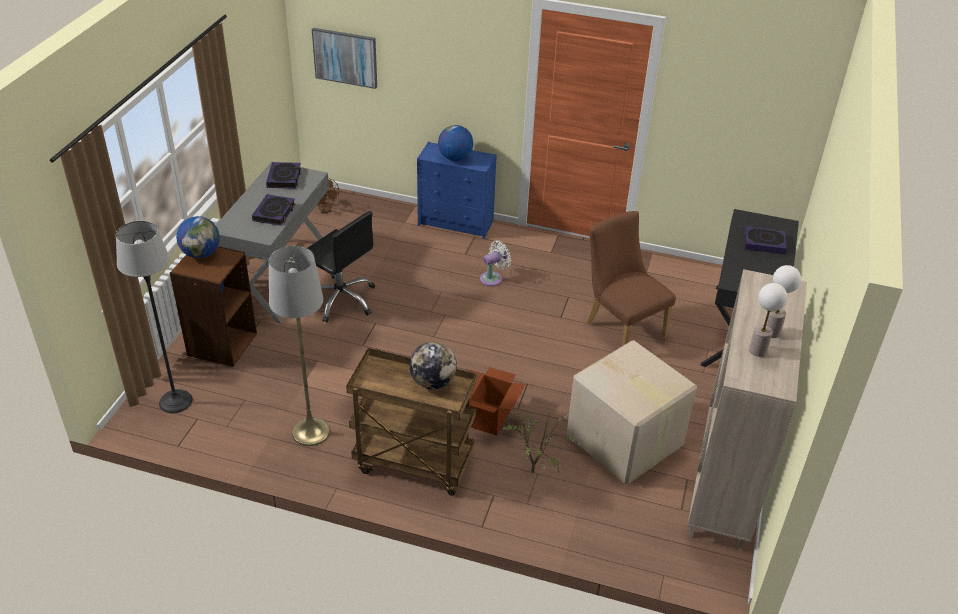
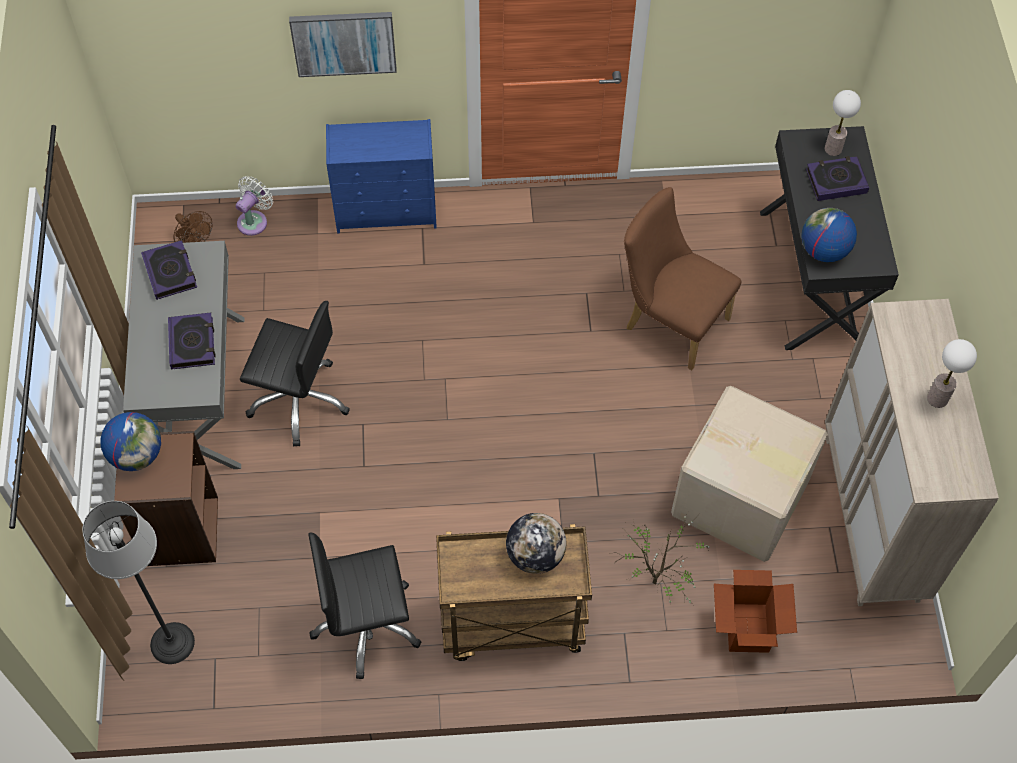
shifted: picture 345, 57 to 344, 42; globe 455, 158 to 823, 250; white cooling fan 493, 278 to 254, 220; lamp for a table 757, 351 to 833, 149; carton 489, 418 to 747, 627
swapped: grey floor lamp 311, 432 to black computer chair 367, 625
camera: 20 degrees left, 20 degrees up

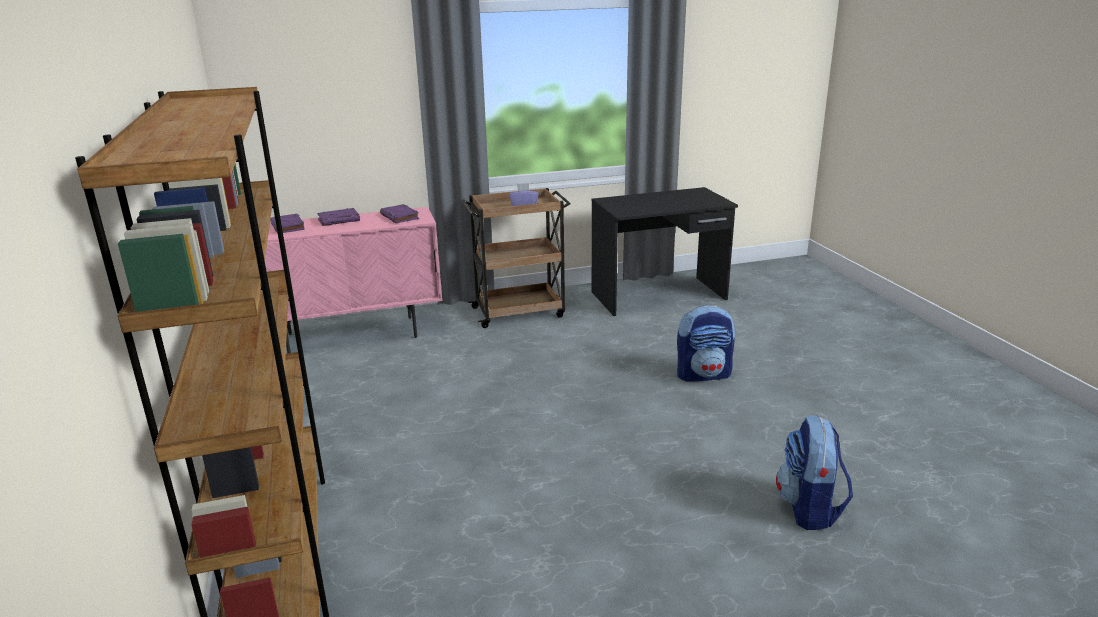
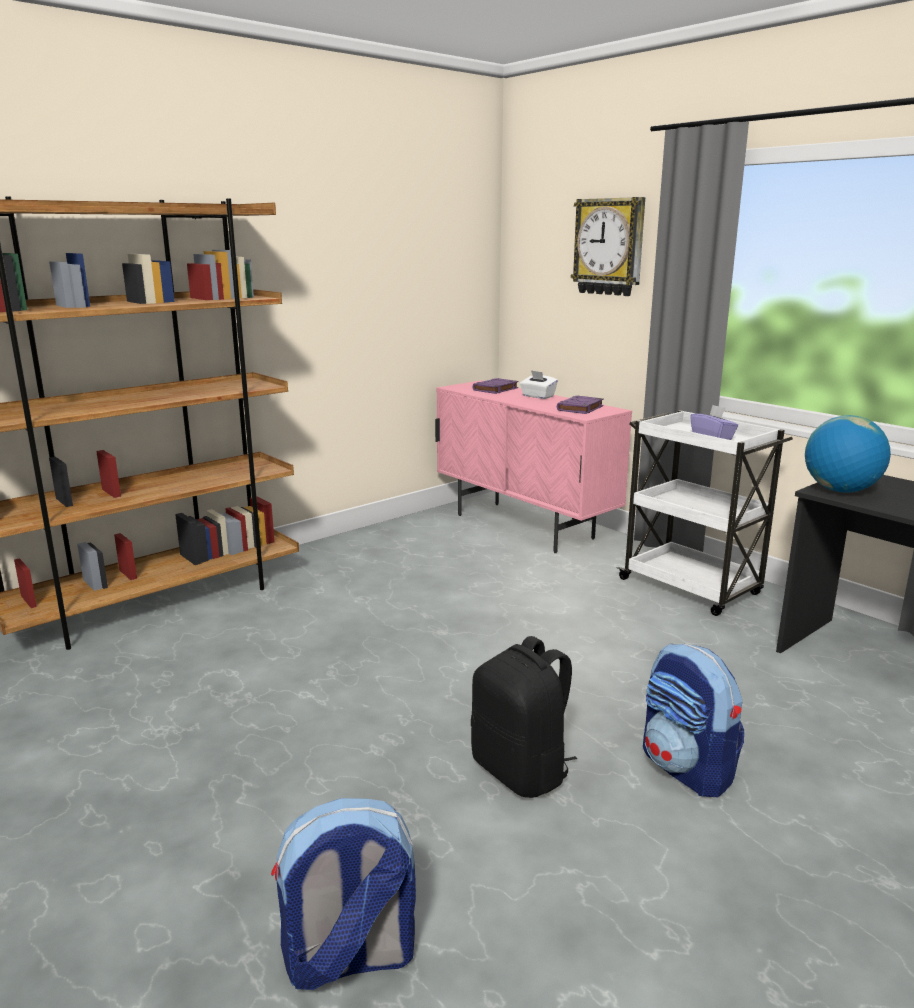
new: clock on the wall 609, 247; globe 840, 490; black rucksack 522, 771
swapped: purple-coloured bound book 339, 220 to white box of tissues 537, 396
repainted: brown trolley 520, 312 to white trolley 692, 588
camera: 65 degrees right, 5 degrees down

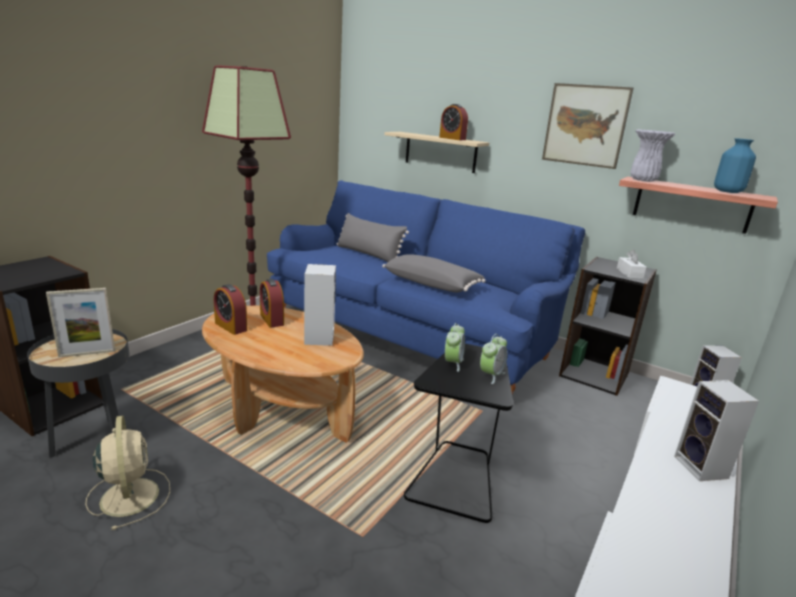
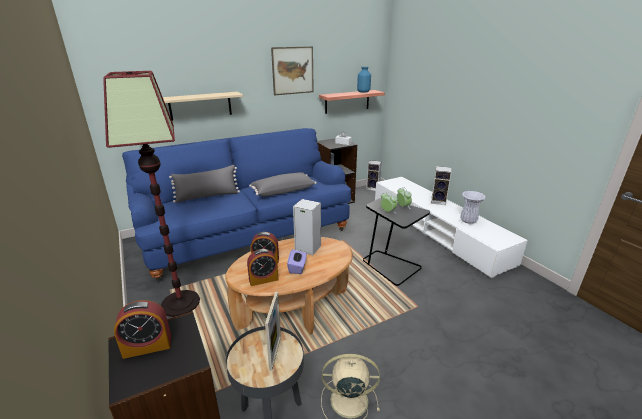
new: purple-coloured box of tissues 297, 268
shifted: bedside clock 452, 138 to 147, 346; white vase 643, 180 to 468, 221
camera: 60 degrees left, 5 degrees up

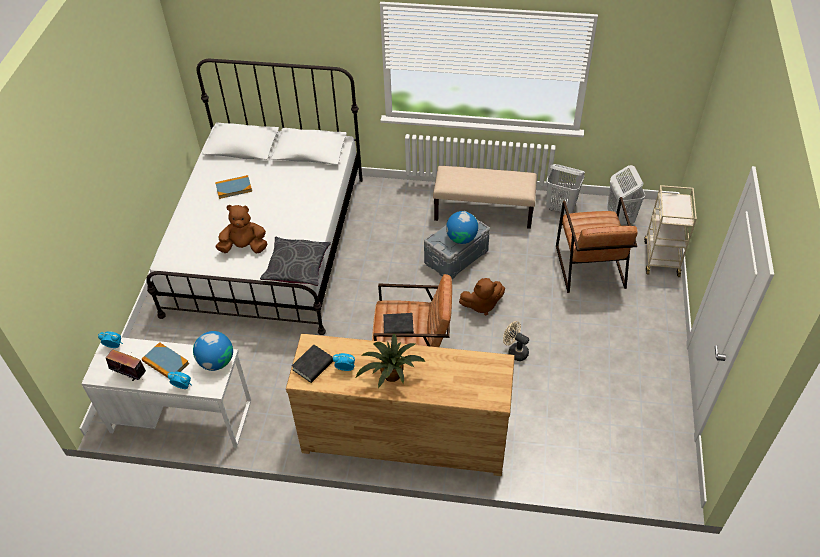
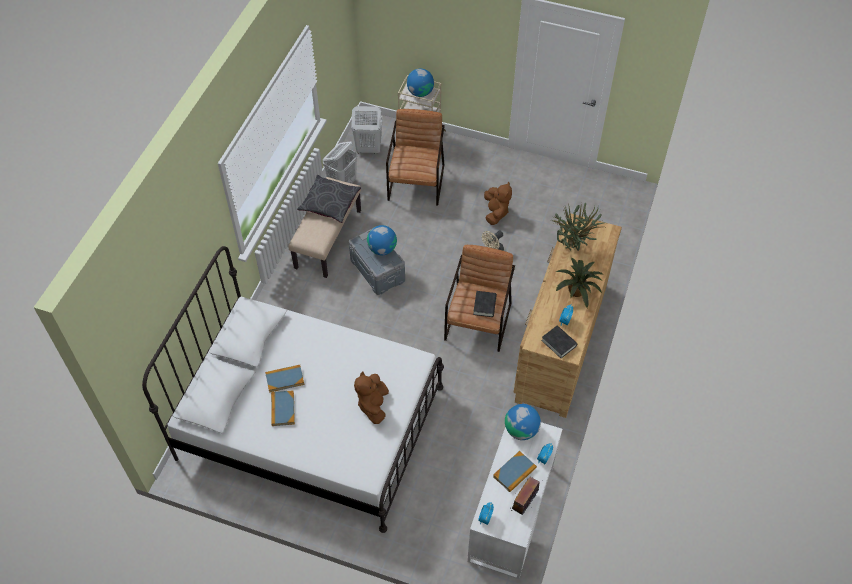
new: globe 420, 92; houseplant 574, 247; bound book 285, 379
shifted: grey cushion 297, 266 to 329, 203; brown soft toy 481, 305 to 496, 212
rotated: brown lounge chair 589, 266 = 416, 182 90 degrees counterclockwise
camera: 80 degrees left, 5 degrees up

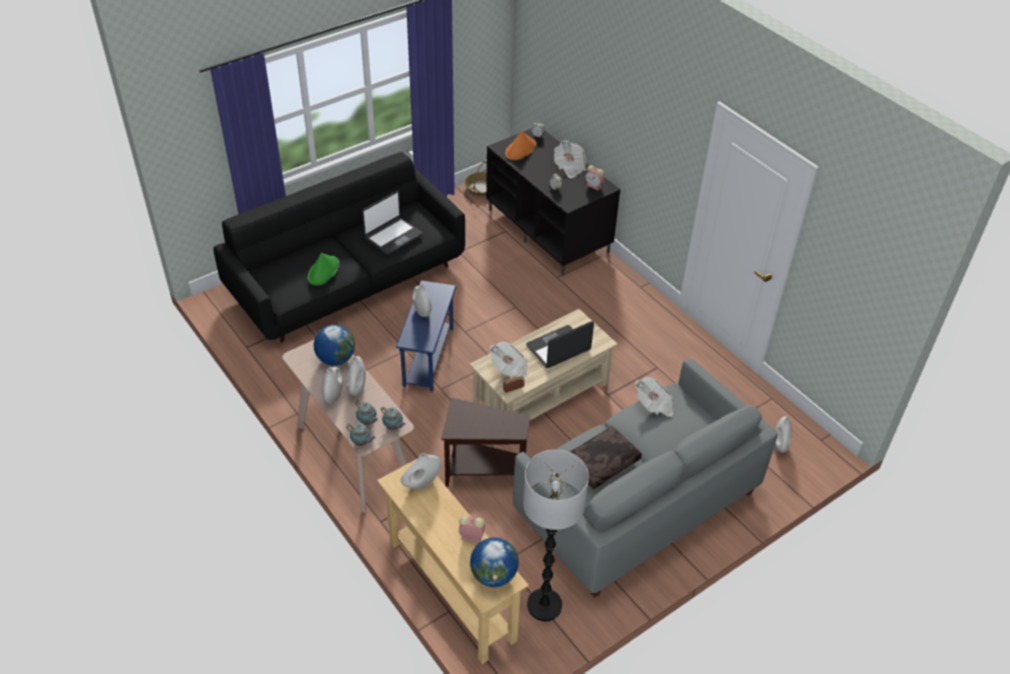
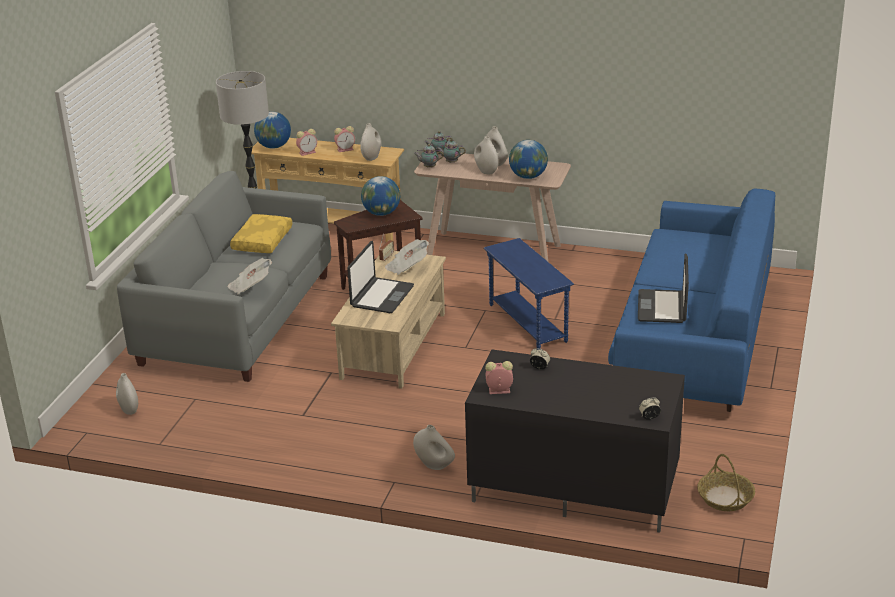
gone: orange hat 520, 150; newspaper 569, 167; green hat 323, 271
new: bedside clock 346, 149; globe 381, 213
shifted: white vase 422, 311 to 434, 465
repainted: black couch 348, 281 to blue couch 693, 339; brown cushion 602, 463 to yellow cushion 261, 240
camera: 145 degrees right, 15 degrees down

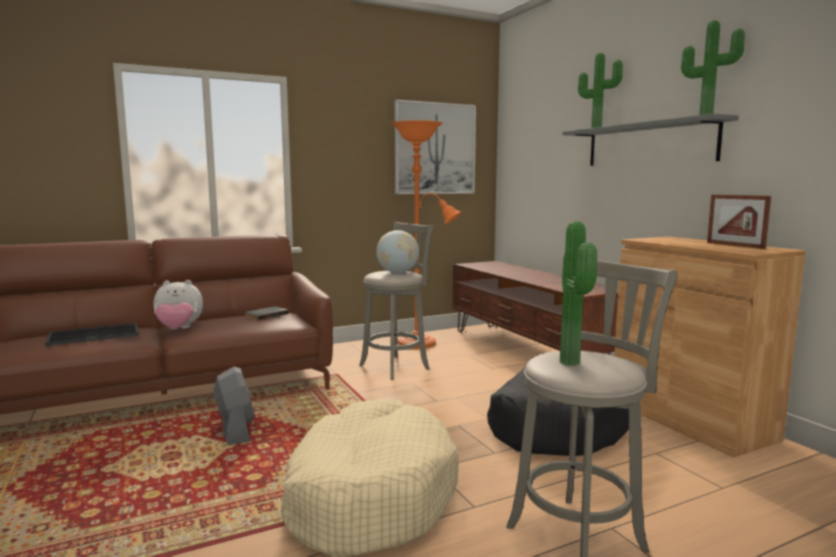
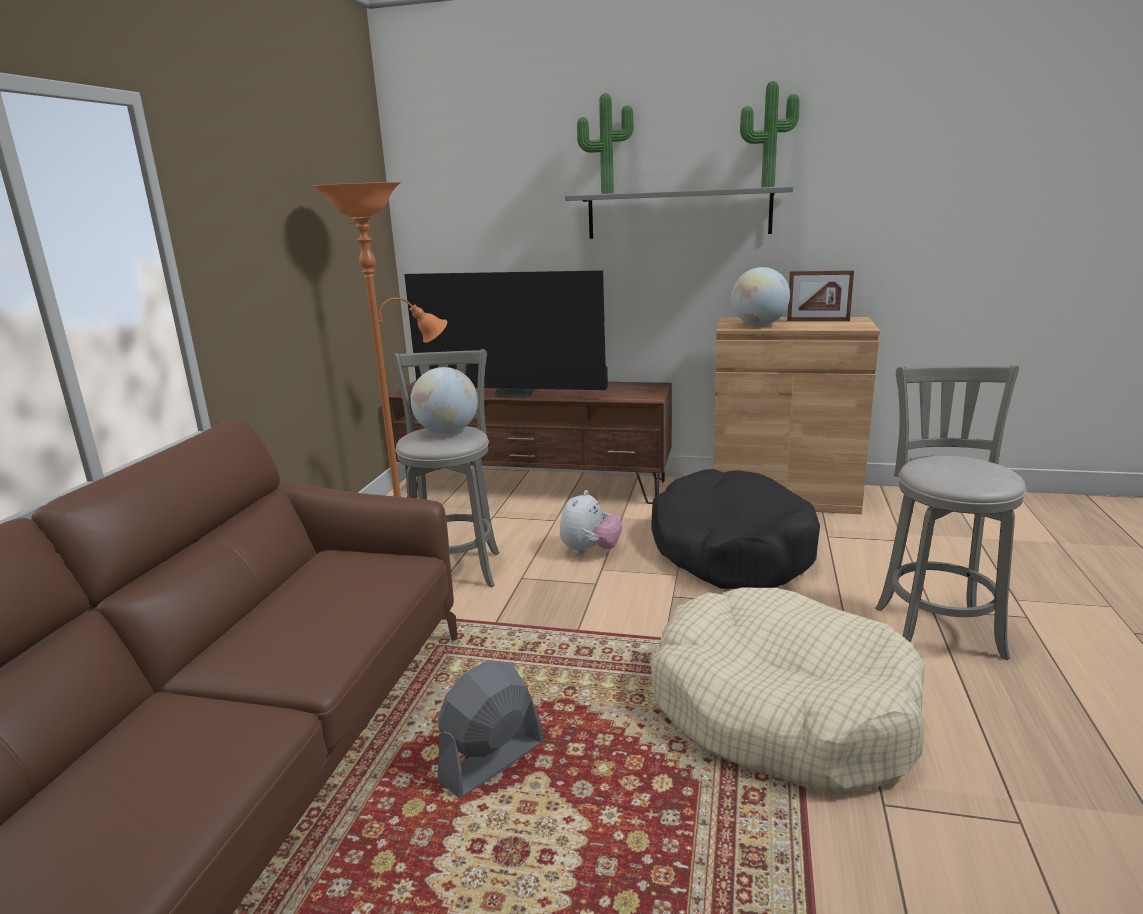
gone: picture 435, 148; houseplant 573, 362; grey bound book 266, 315; serving tray 93, 335
new: globe 759, 325; TV set 514, 394
shifted: soft toy 179, 329 to 590, 551
rotated: grey cooling fan 235, 431 = 492, 761 60 degrees counterclockwise
camera: 50 degrees left, 10 degrees up

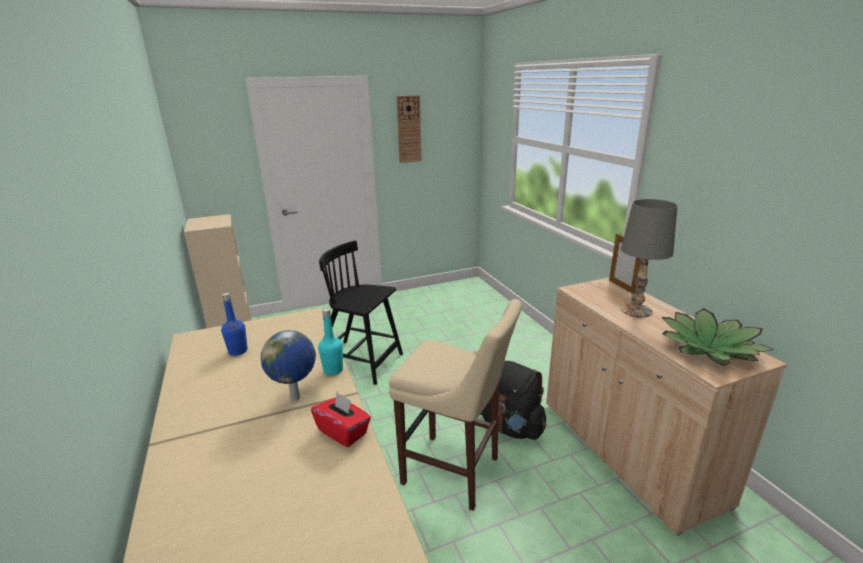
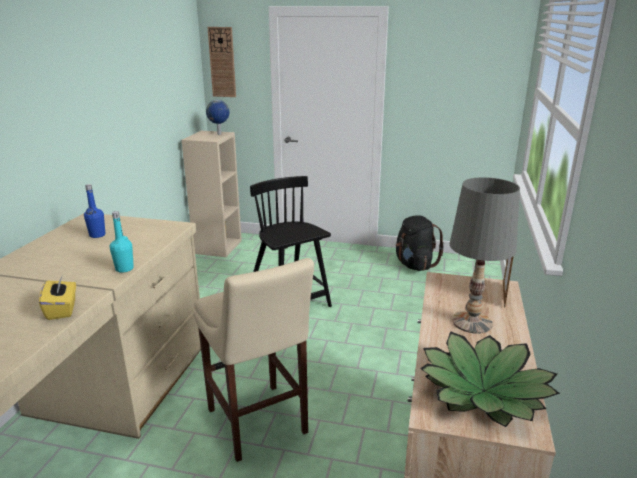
shifted: clock on the wall 409, 129 to 222, 62; globe 296, 398 to 219, 134; black rucksack 510, 427 to 414, 265
repainted: red-coloured box of tissues 343, 432 to yellow box of tissues 62, 309
camera: 35 degrees right, 0 degrees up

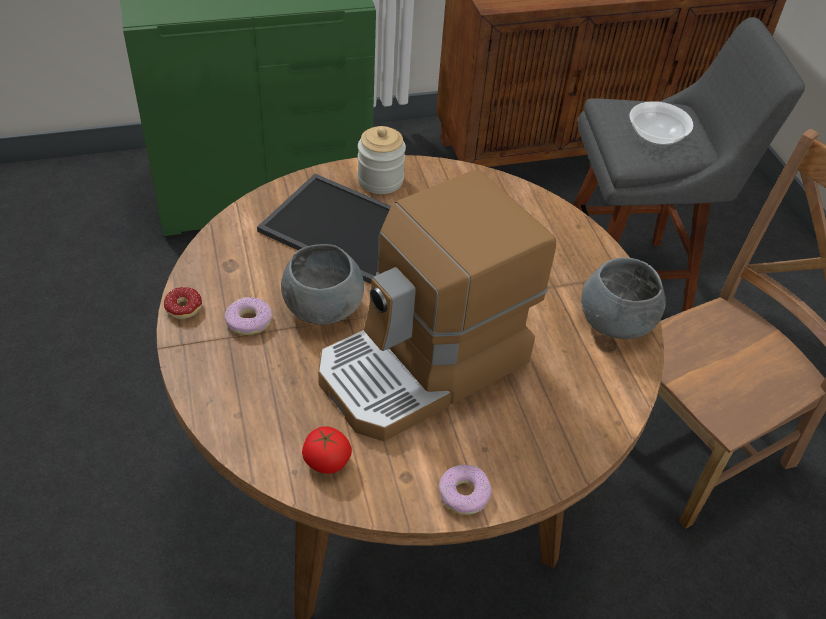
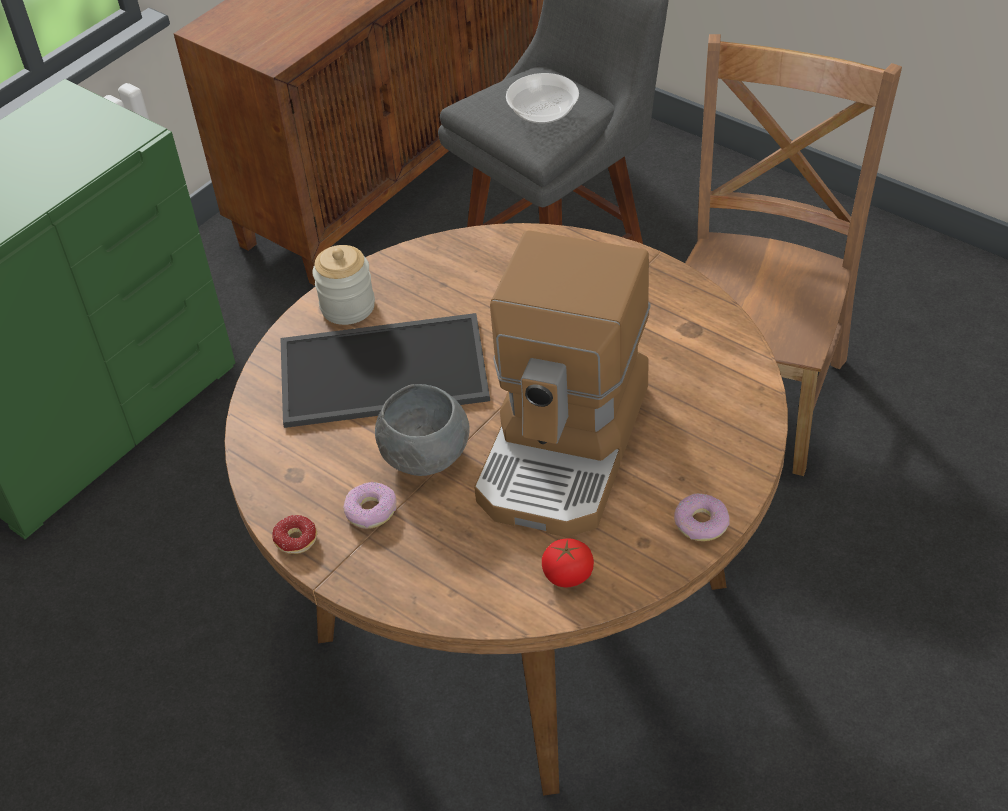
gone: grey serving bowl 616, 323
camera: 30 degrees left, 0 degrees up

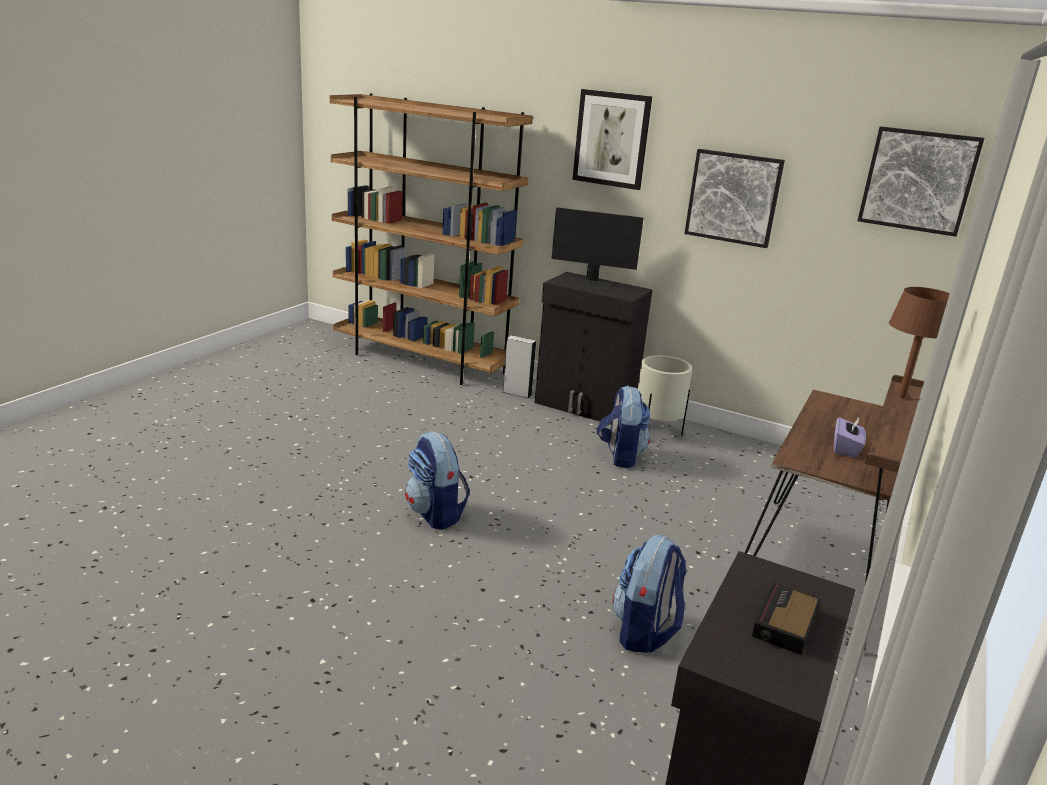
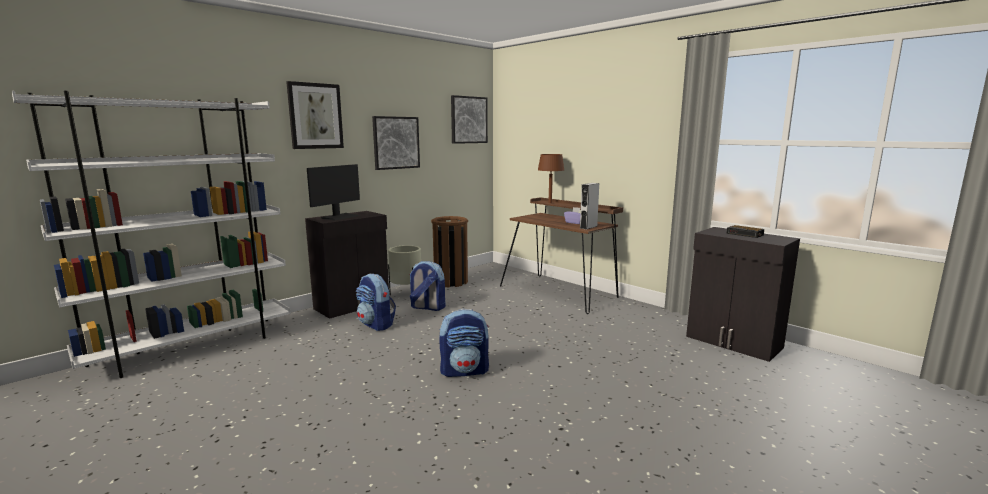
new: brown waste bin 451, 282
shifted: grey loudspeaker 517, 393 to 588, 227; rucksack 645, 632 to 376, 325
repainted: brown bookcase 422, 362 to white bookcase 193, 348
camera: 70 degrees left, 10 degrees down

